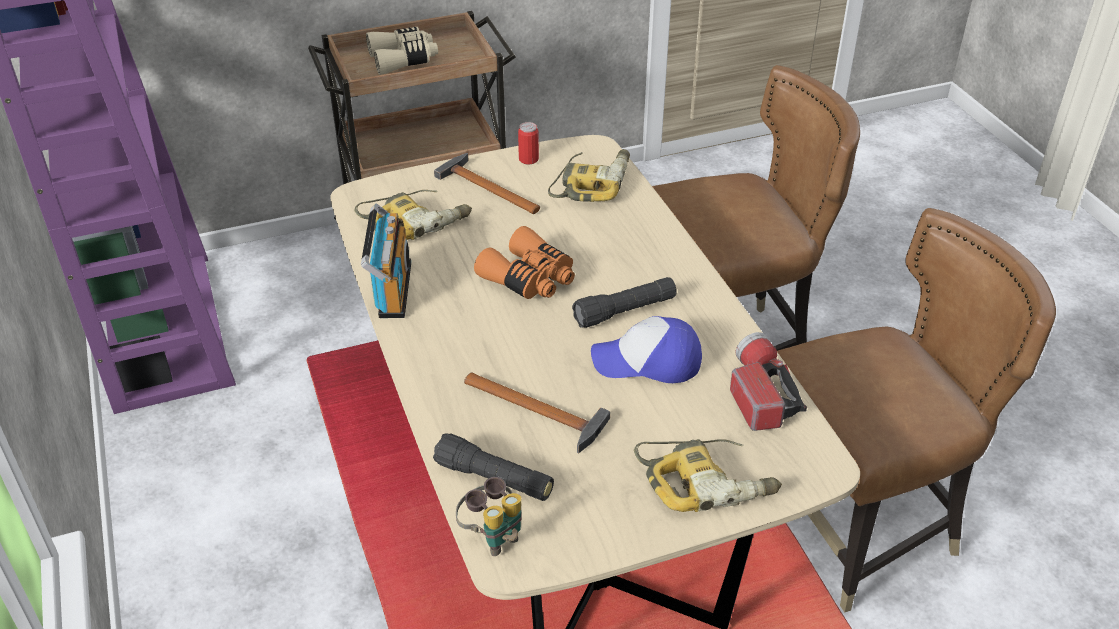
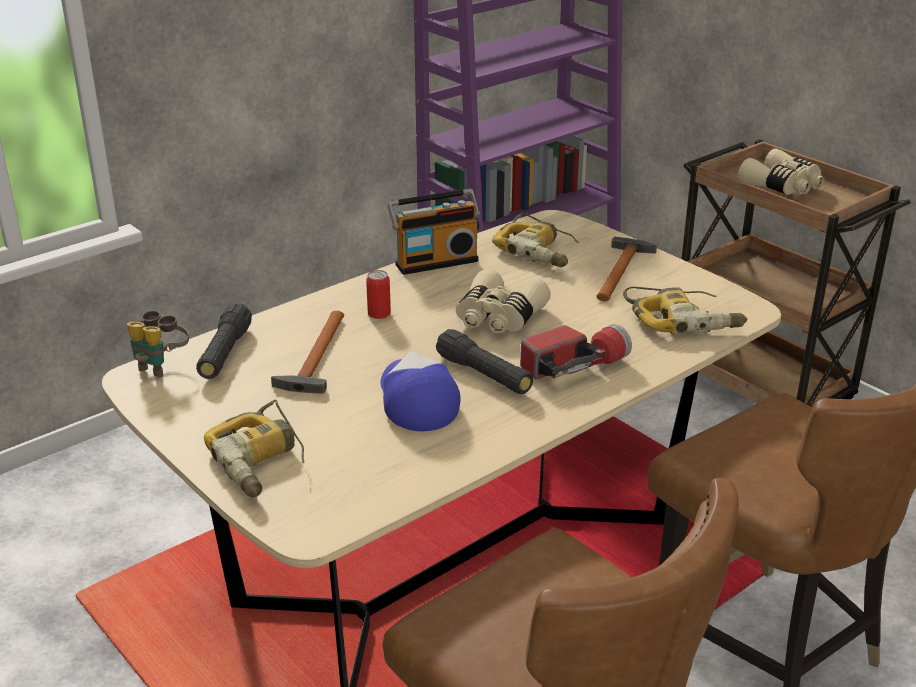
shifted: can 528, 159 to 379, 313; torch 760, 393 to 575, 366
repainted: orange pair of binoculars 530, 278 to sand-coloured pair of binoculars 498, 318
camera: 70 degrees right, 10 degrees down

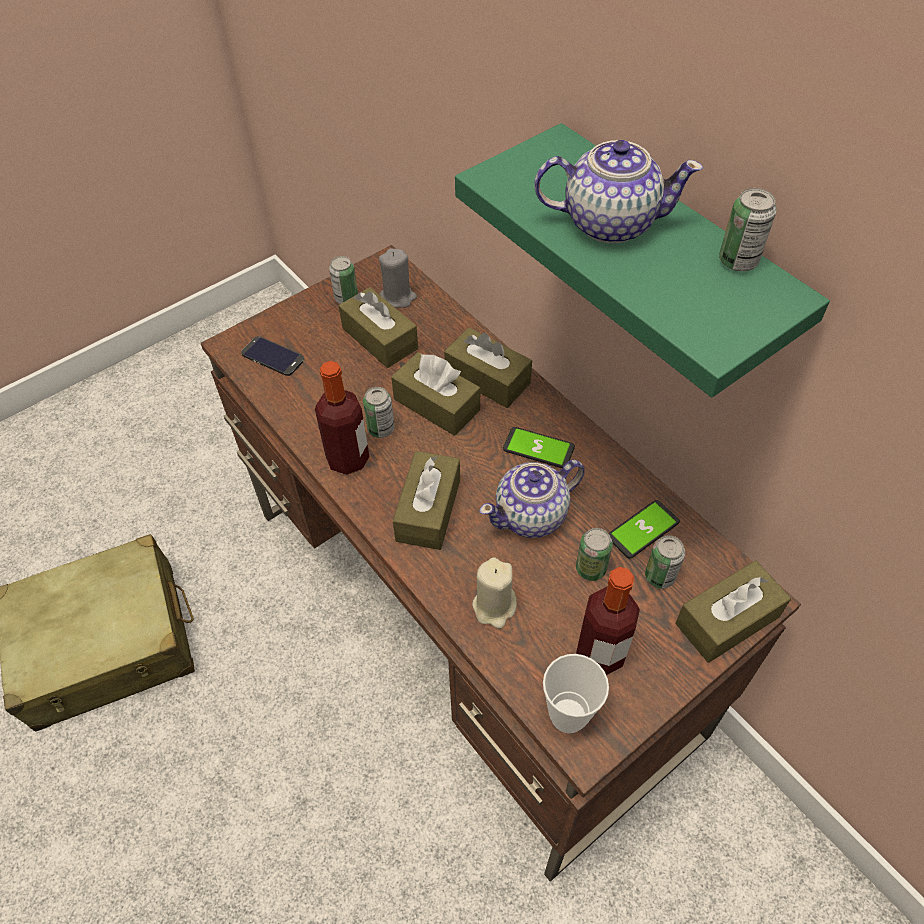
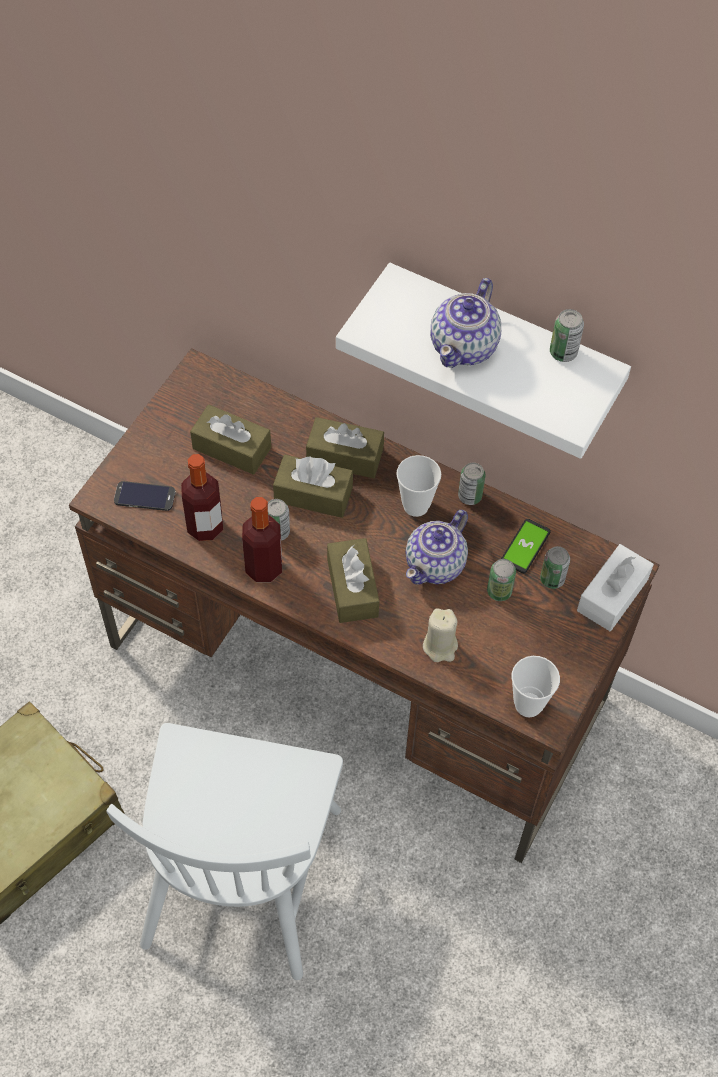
gone: grey wax candle 398, 297
new: white upright chair 241, 874
shifted: can 346, 298 to 470, 496; drink bottle 600, 653 to 205, 527
swapped: handset 538, 448 to drinking cup 416, 506
repainted: green shelf 670, 258 to white shelf 502, 346; brown box of tissues 727, 620 to white box of tissues 612, 595
rotated: teapot 608, 222 = 465, 346 135 degrees clockwise
camera: 25 degrees left, 5 degrees up

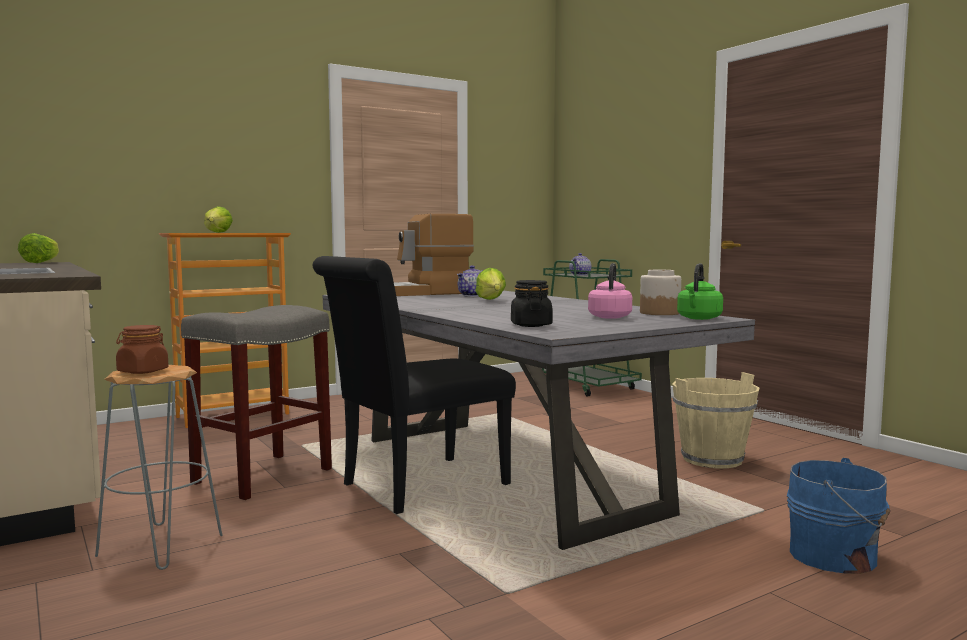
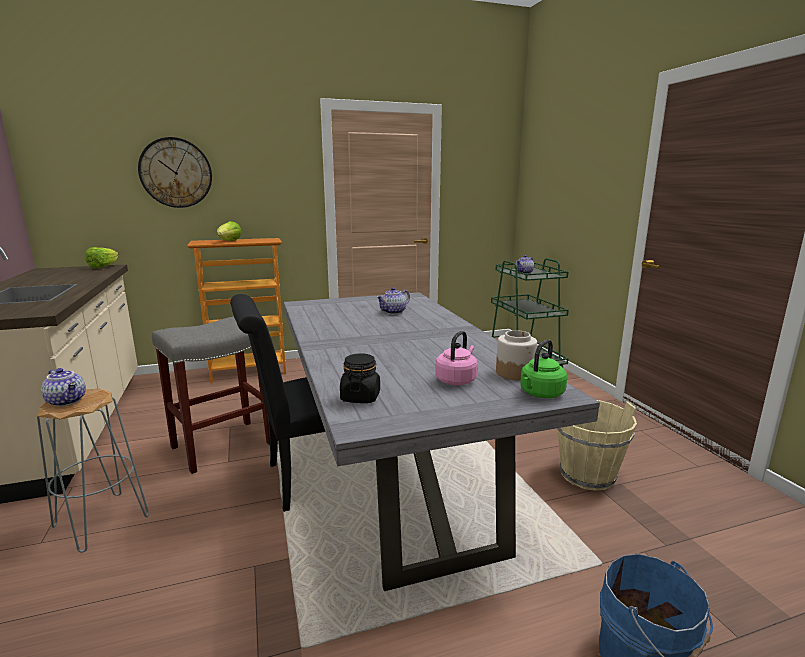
gone: coffee brewer 426, 293; lettuce head 491, 300
new: clock on the wall 176, 173
swapped: brown jar 142, 371 to teapot 67, 401
camera: 15 degrees right, 10 degrees up

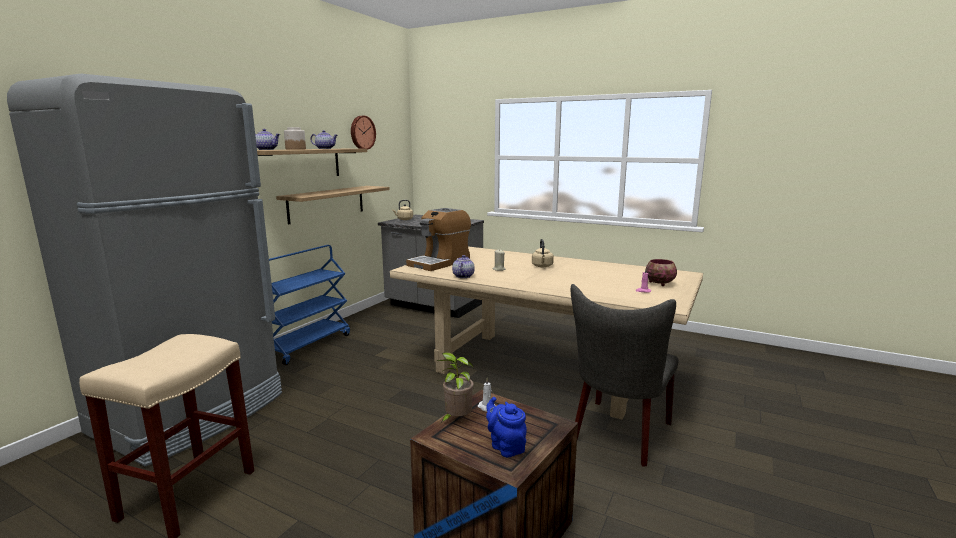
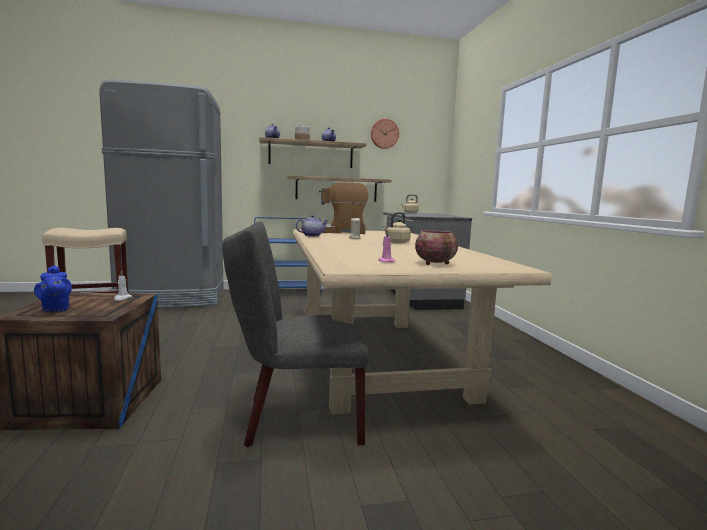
gone: houseplant 456, 420
rotated: blue teapot 505, 446 = 55, 309 135 degrees clockwise
camera: 50 degrees right, 5 degrees down

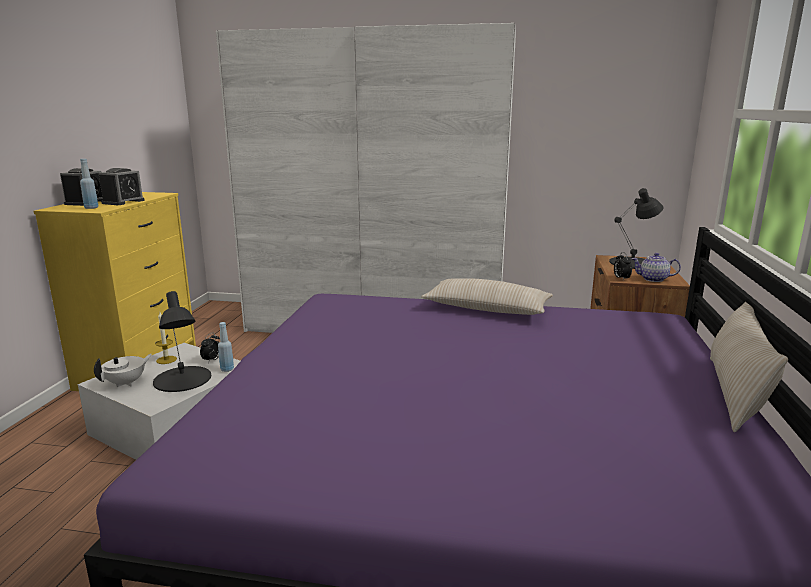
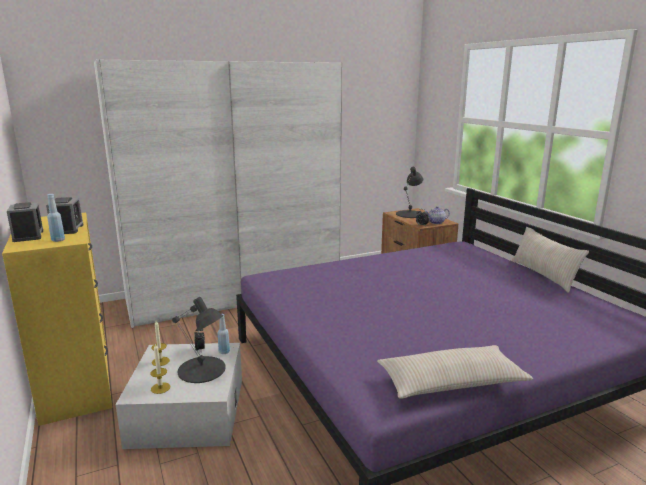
shifted: sand-coloured cushion 486, 309 to 451, 383
swapped: white teapot 126, 383 to wax candle 160, 388
camera: 35 degrees left, 0 degrees up

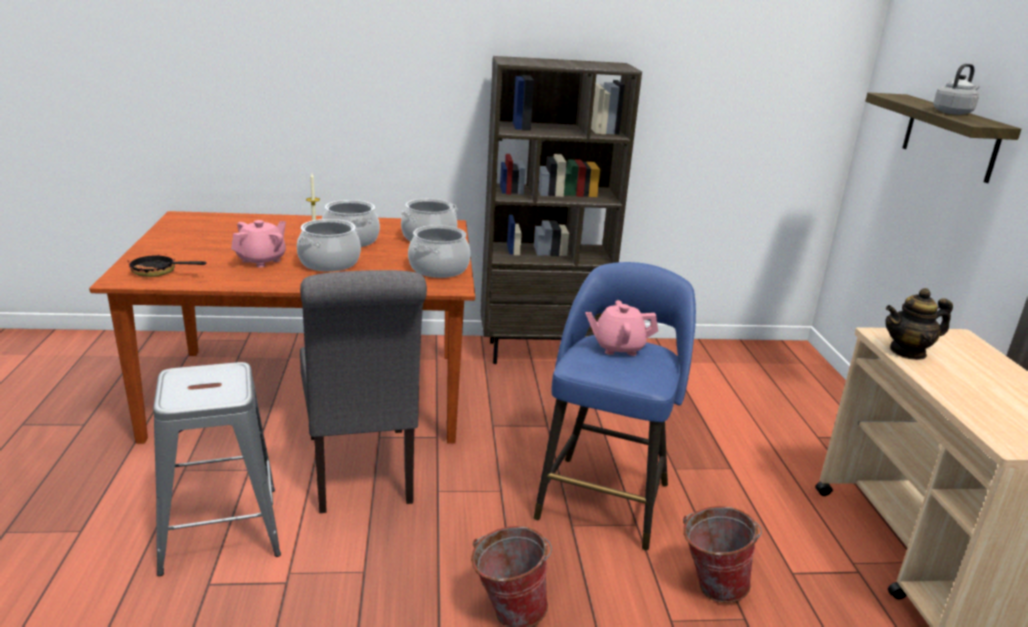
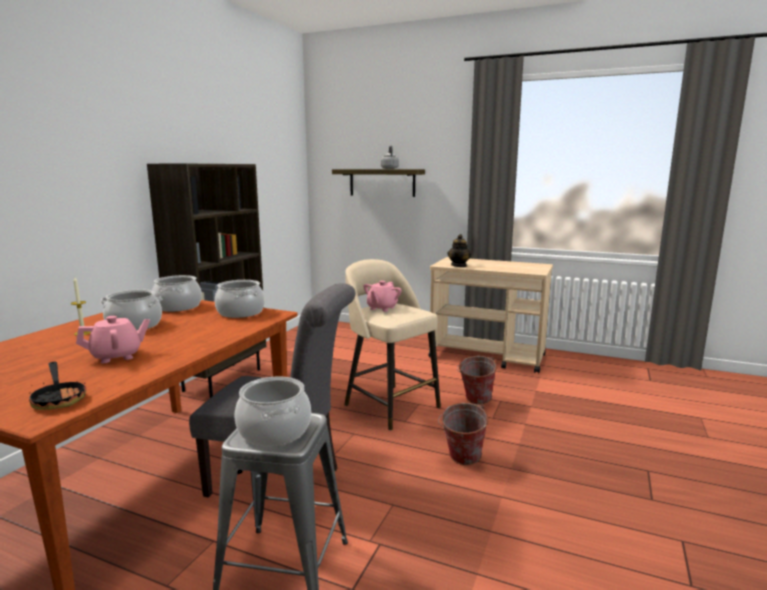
shifted: saucepot 329, 263 to 273, 431
repainted: blue stool seat 605, 498 to sand-coloured stool seat 390, 405
rotated: pink-coloured teapot 262, 260 = 117, 356 90 degrees clockwise; frying pan 159, 272 = 59, 398 75 degrees counterclockwise
camera: 60 degrees left, 10 degrees down

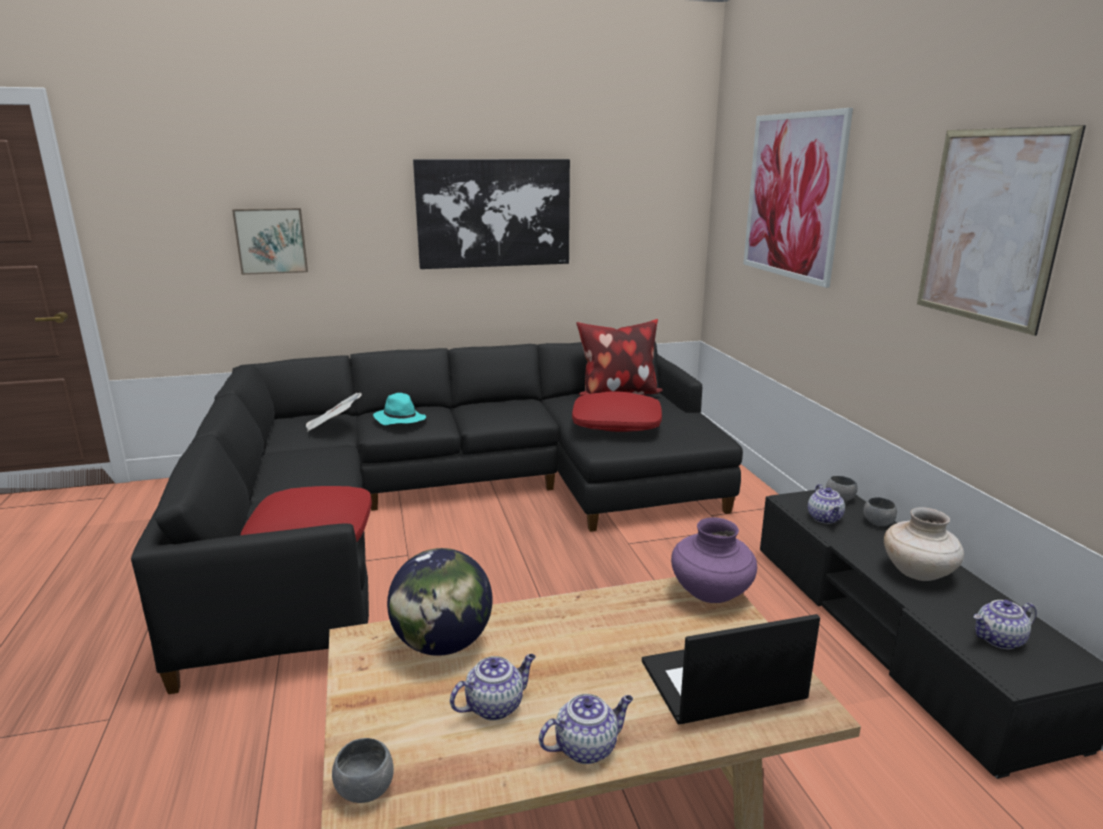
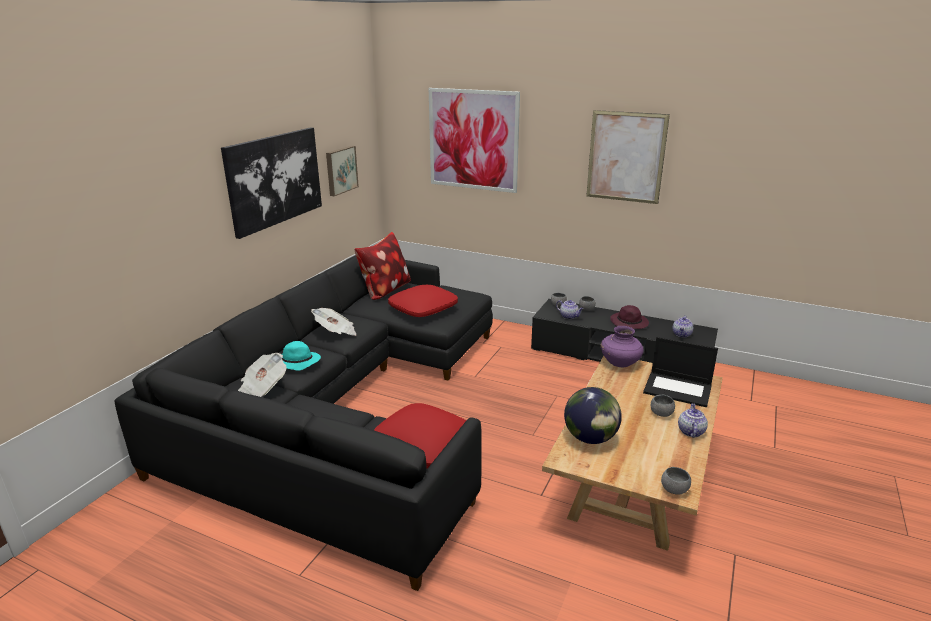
gone: teapot 495, 705
new: newspaper 336, 332; grey serving bowl 661, 413
shifted: picture 271, 240 to 340, 170
swapped: sand-coloured vase 918, 573 to purple-coloured hat 629, 323
rotated: portable computer 721, 682 = 678, 389 90 degrees counterclockwise
camera: 50 degrees left, 5 degrees up

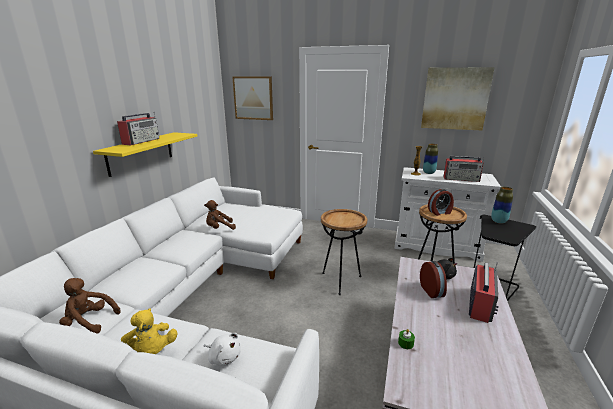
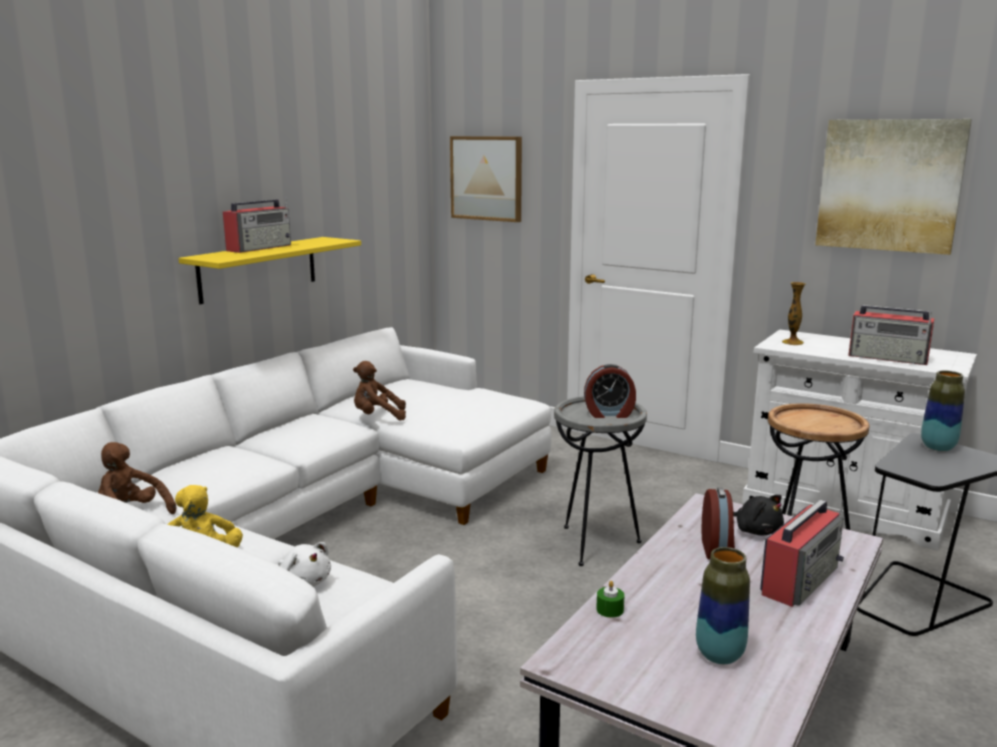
shifted: vase 428, 173 to 719, 655; bedside clock 440, 212 to 609, 414
repainted: brown end table 341, 281 to grey end table 595, 544
camera: 15 degrees right, 5 degrees down

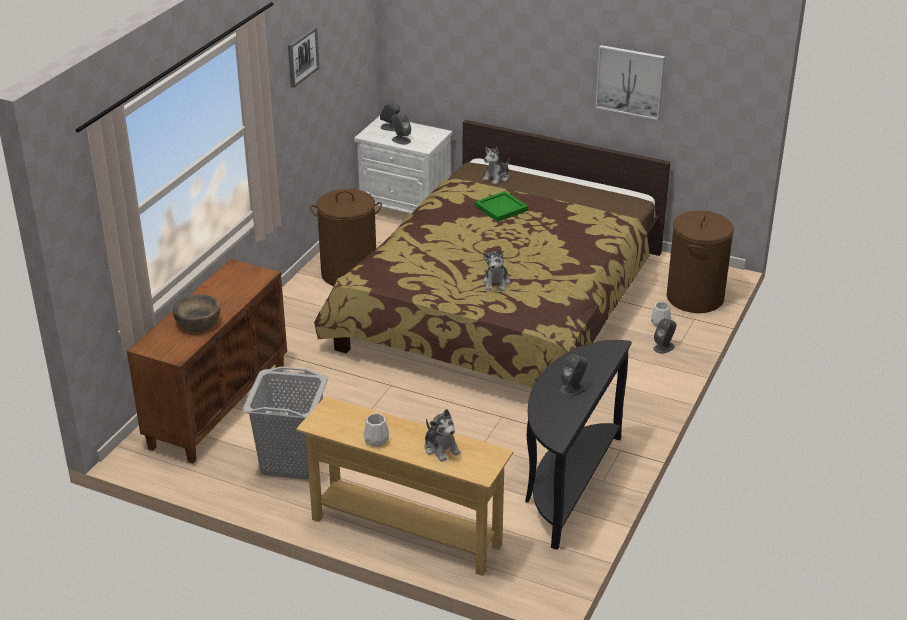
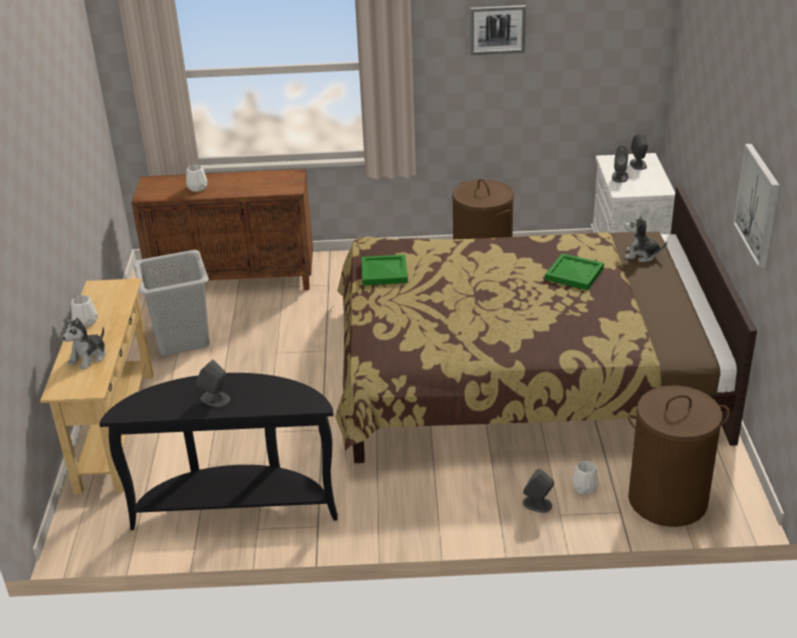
gone: soft toy 496, 282
new: green serving tray 383, 272
swapped: brown serving bowl 198, 323 to white vase 197, 188
camera: 65 degrees right, 0 degrees up

